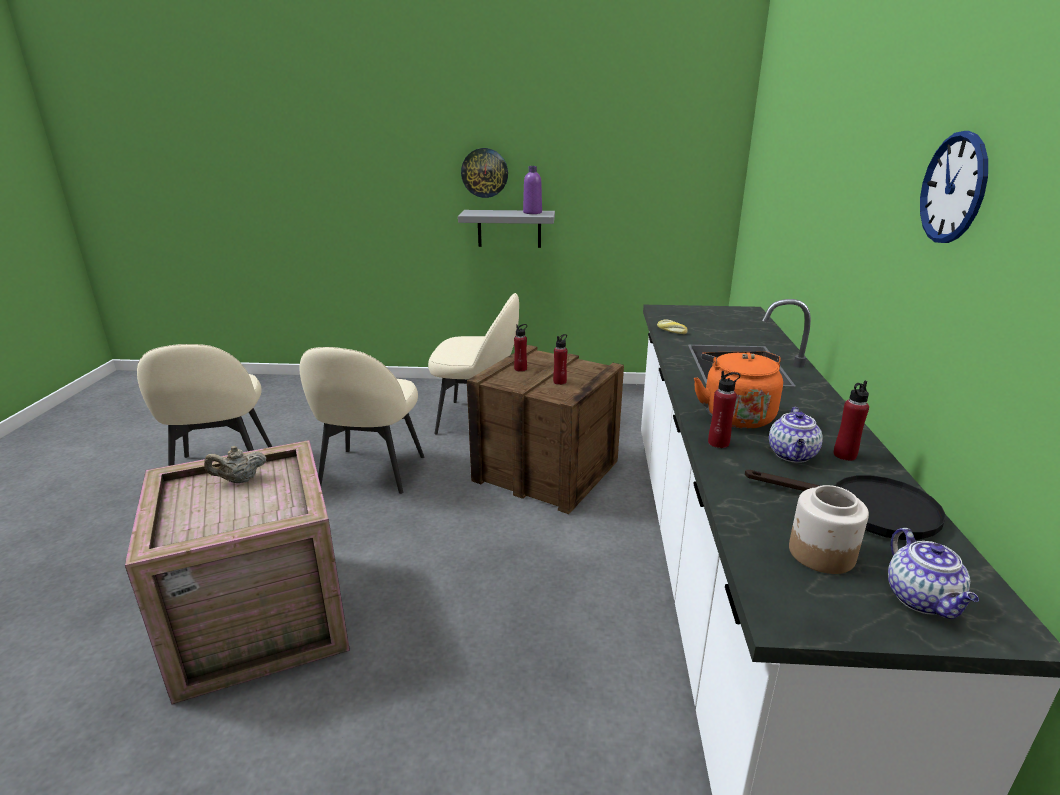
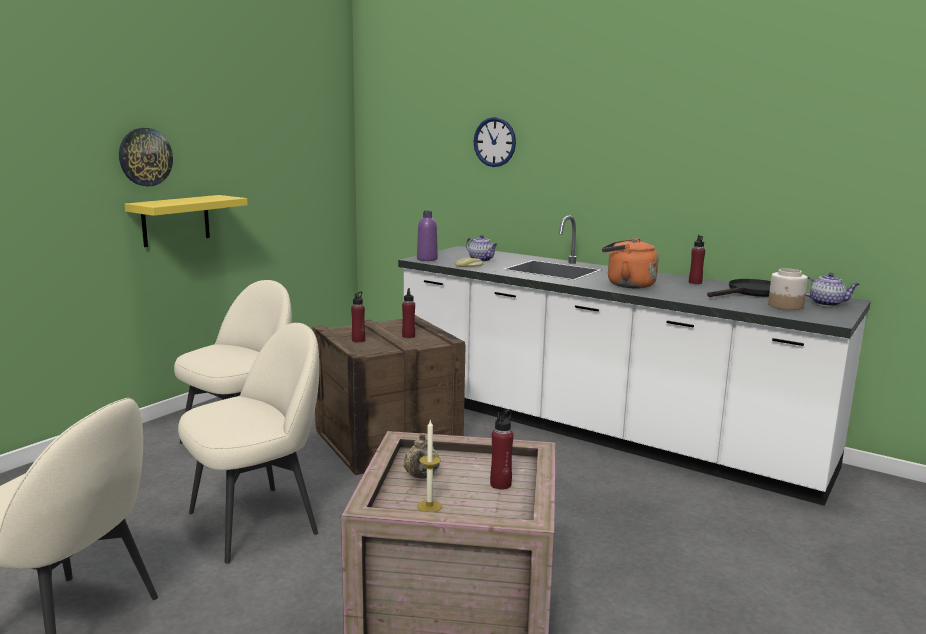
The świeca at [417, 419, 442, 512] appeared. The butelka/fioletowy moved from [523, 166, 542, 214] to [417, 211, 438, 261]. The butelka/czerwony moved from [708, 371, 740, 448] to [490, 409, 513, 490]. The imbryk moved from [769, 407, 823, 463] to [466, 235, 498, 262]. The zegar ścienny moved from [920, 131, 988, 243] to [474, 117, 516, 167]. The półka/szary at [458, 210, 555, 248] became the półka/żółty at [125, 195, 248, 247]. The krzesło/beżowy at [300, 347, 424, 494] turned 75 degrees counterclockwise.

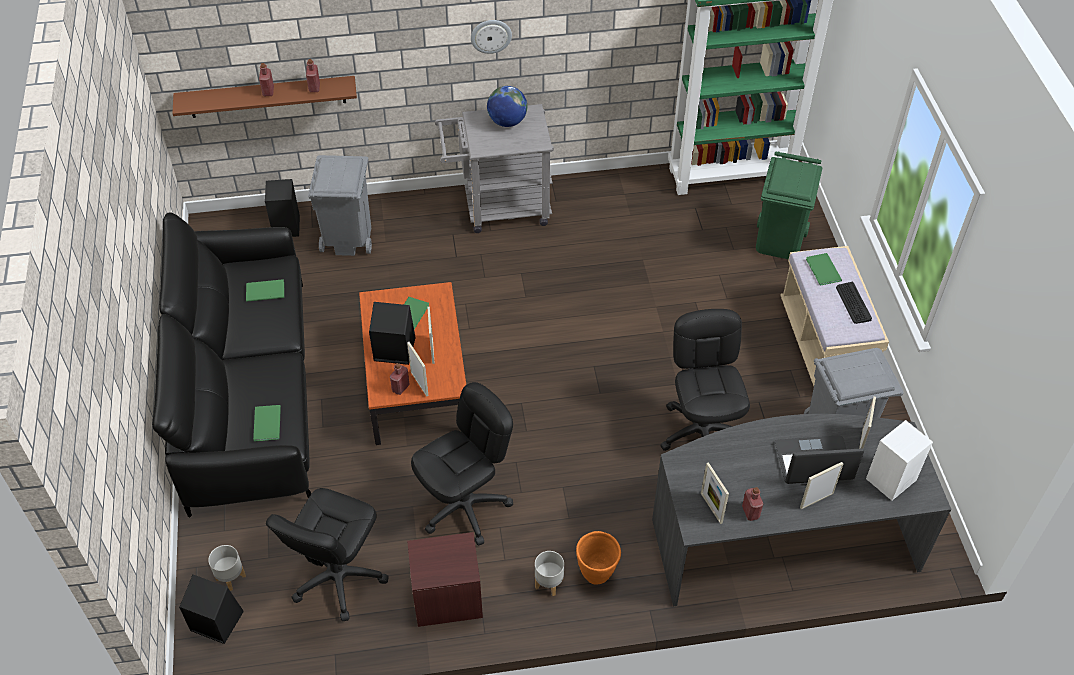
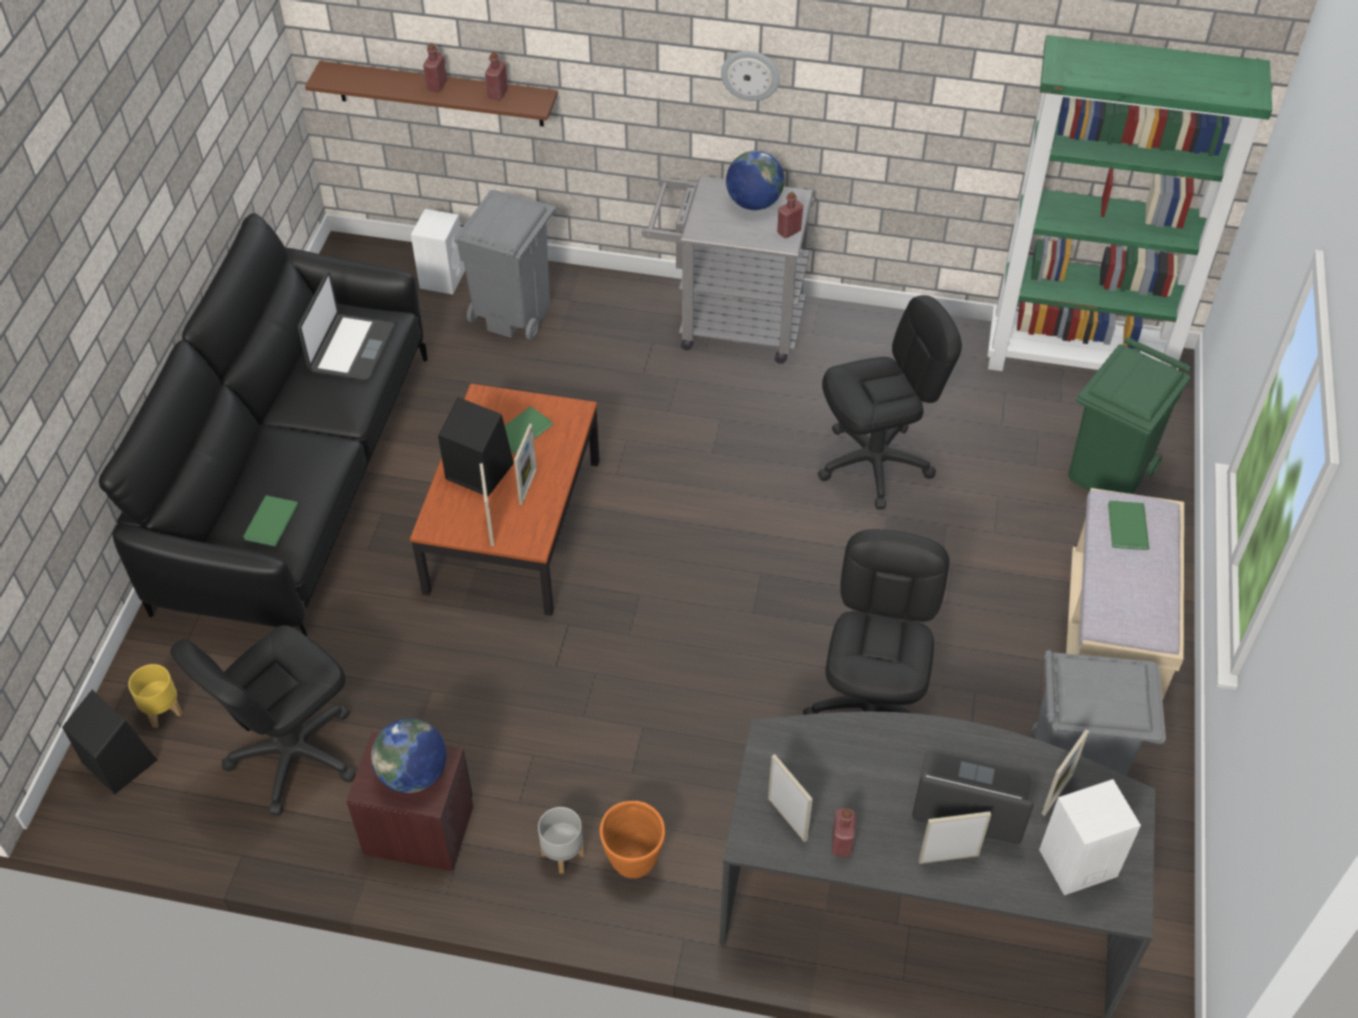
The klawiatura at [836, 282, 872, 324] disappeared. The globus at [371, 718, 446, 793] appeared. The butelka/czerwony moved from [390, 363, 410, 395] to [777, 192, 803, 238]. The krzesło biurowe/czarny moved from [411, 382, 513, 546] to [818, 295, 962, 509]. The książka/zielony at [246, 279, 284, 302] was replaced by the laptop at [298, 272, 394, 381]. The donica/szary at [208, 545, 246, 591] became the donica/żółty at [128, 664, 182, 728]. The głośnik/czarny at [265, 179, 300, 237] became the głośnik/biały at [411, 209, 465, 295]. The ramka na zdjęcie at [701, 462, 729, 524] turned 150 degrees clockwise.

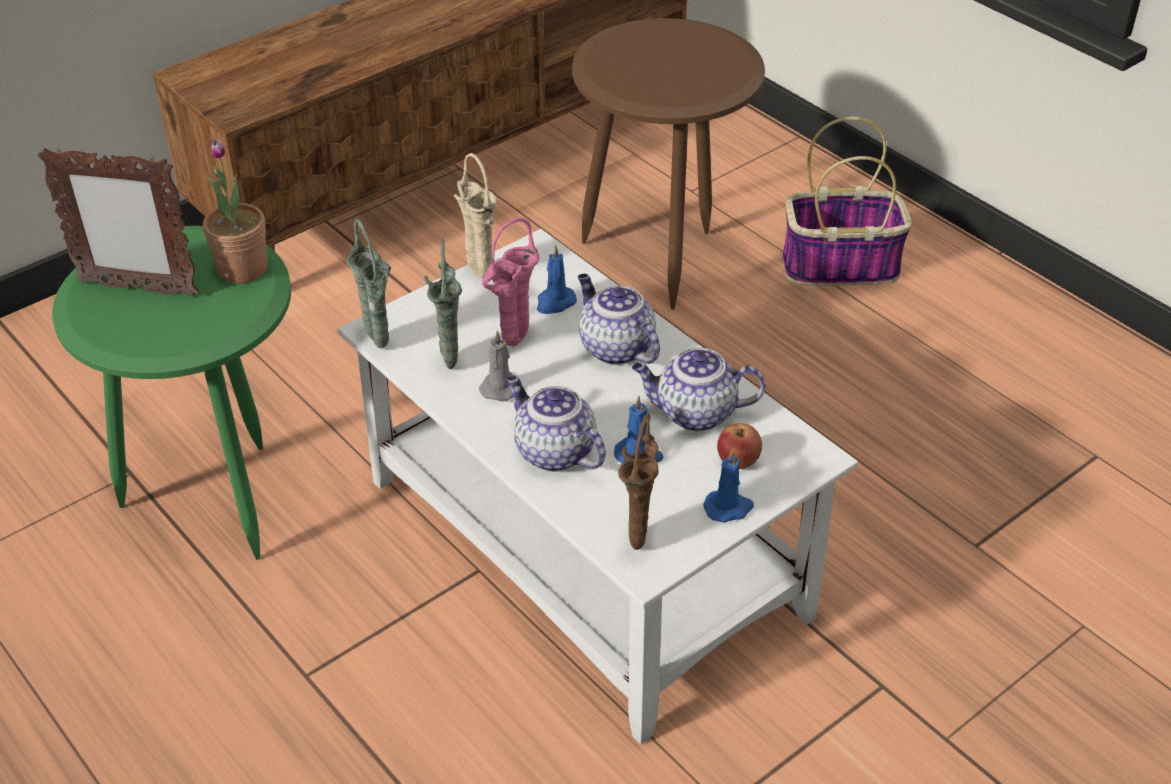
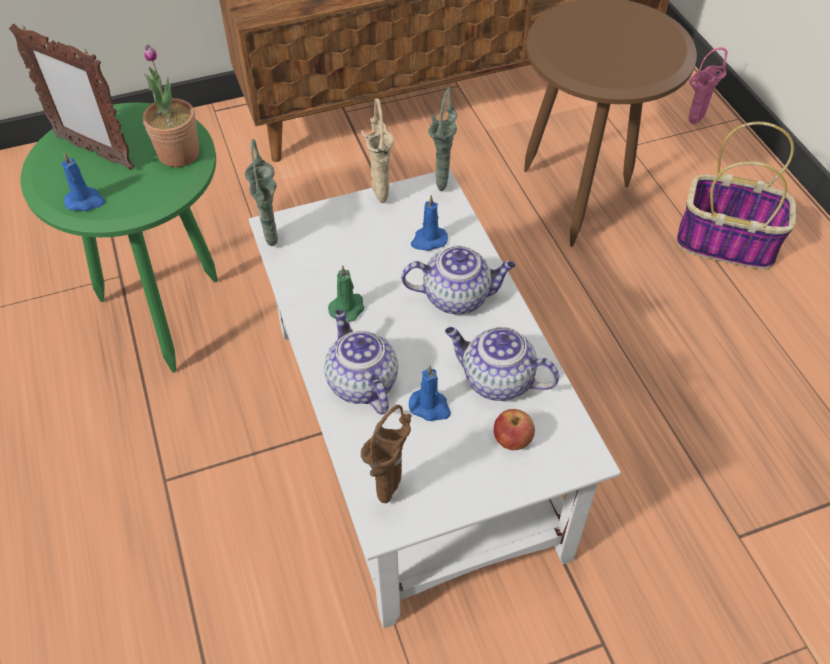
The wazon/zielony moved from [424, 239, 462, 369] to [428, 87, 457, 191]. The wazon/różowy moved from [482, 218, 539, 347] to [689, 47, 728, 124]. The świeca/niebieski moved from [703, 449, 754, 523] to [61, 152, 105, 211]. The świeca/szary at [479, 330, 513, 402] became the świeca/zielony at [328, 266, 365, 322]. The imbryk at [578, 274, 660, 365] turned 105 degrees clockwise.

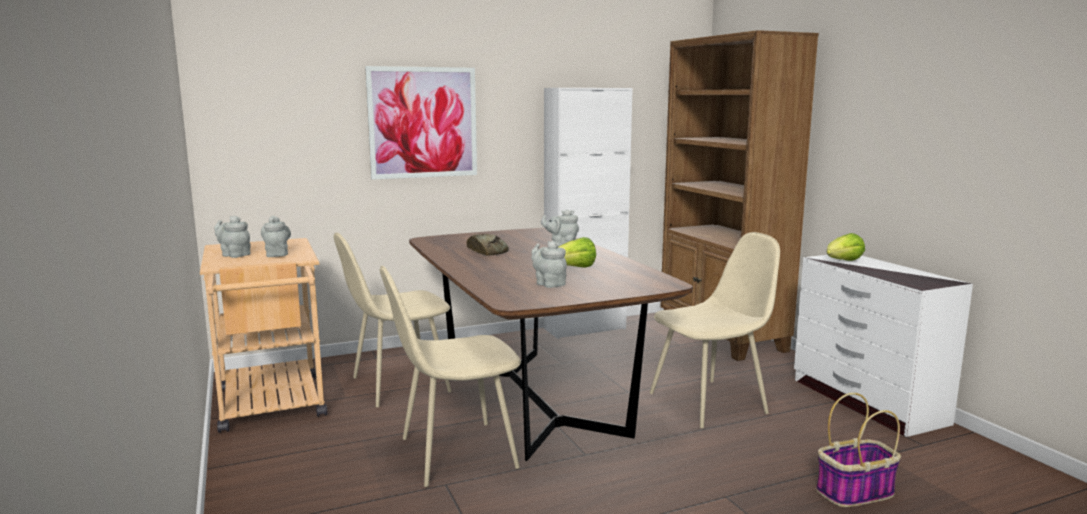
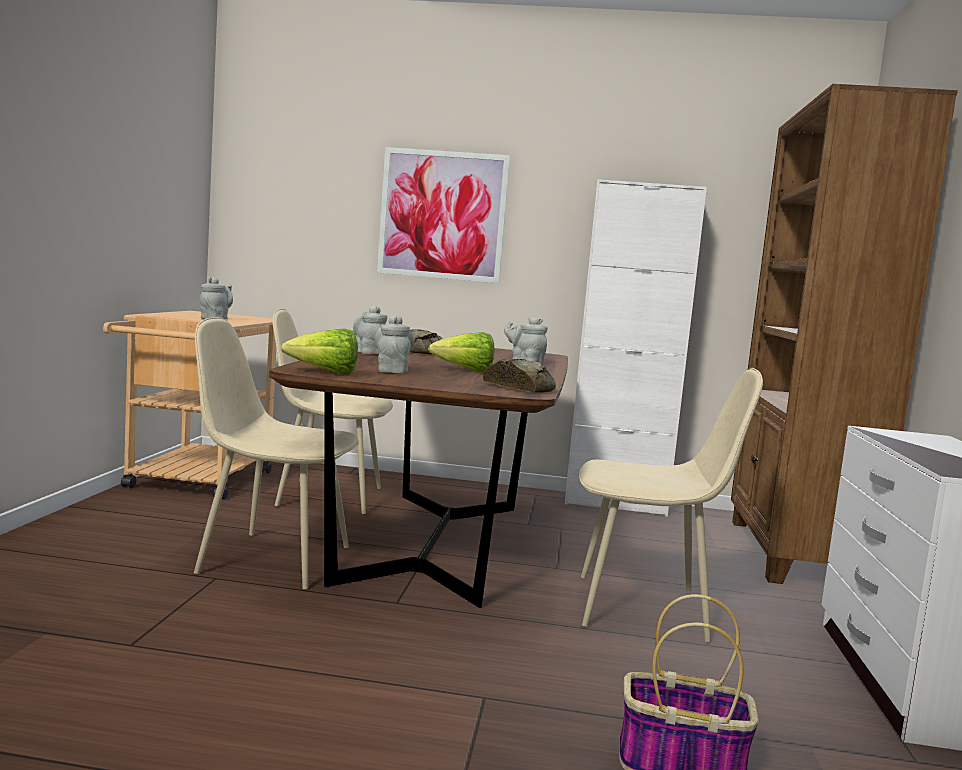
The chleb at [483, 359, 556, 393] appeared. The imbryk/szary moved from [214, 216, 251, 258] to [353, 305, 387, 354]. The sałata moved from [827, 233, 865, 261] to [281, 328, 358, 374].

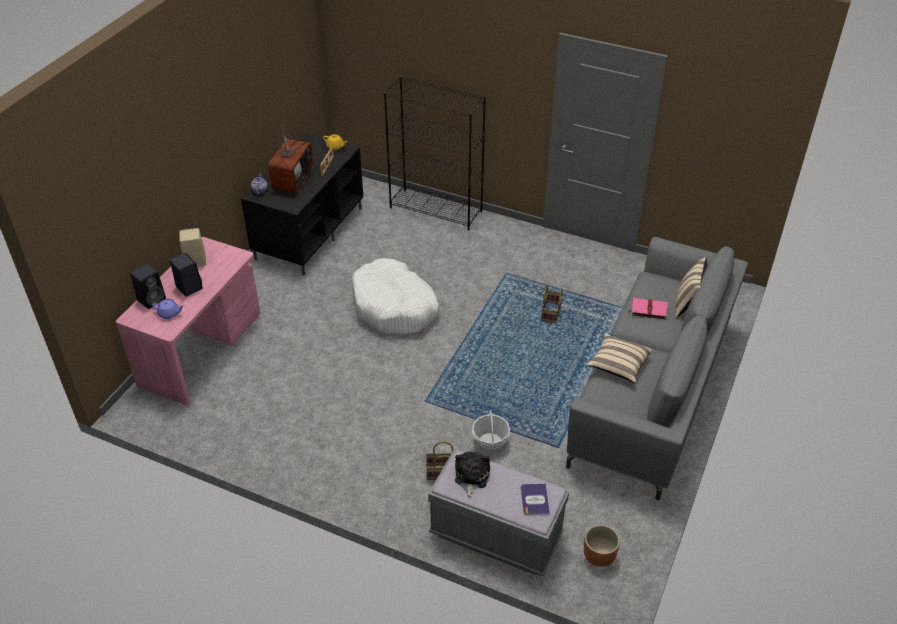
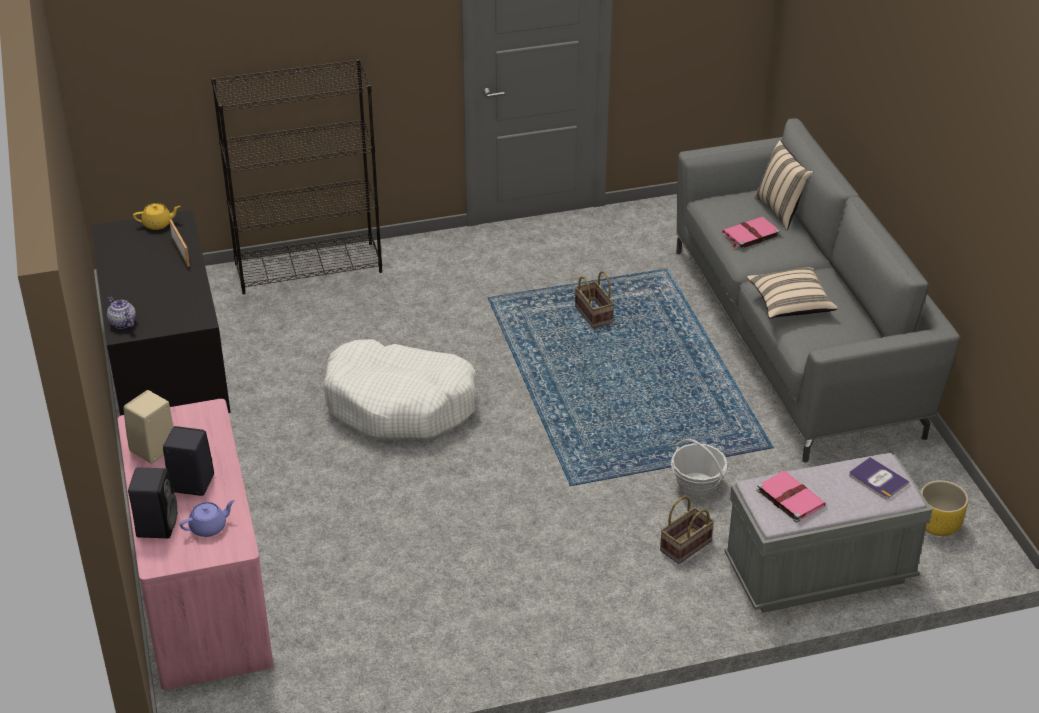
The telewizor at [268, 123, 314, 193] disappeared. The pluszak at [455, 451, 490, 498] was replaced by the książka/różowy at [756, 471, 826, 523]. The donica/brązowy at [584, 525, 620, 567] became the donica/żółty at [921, 480, 968, 536].

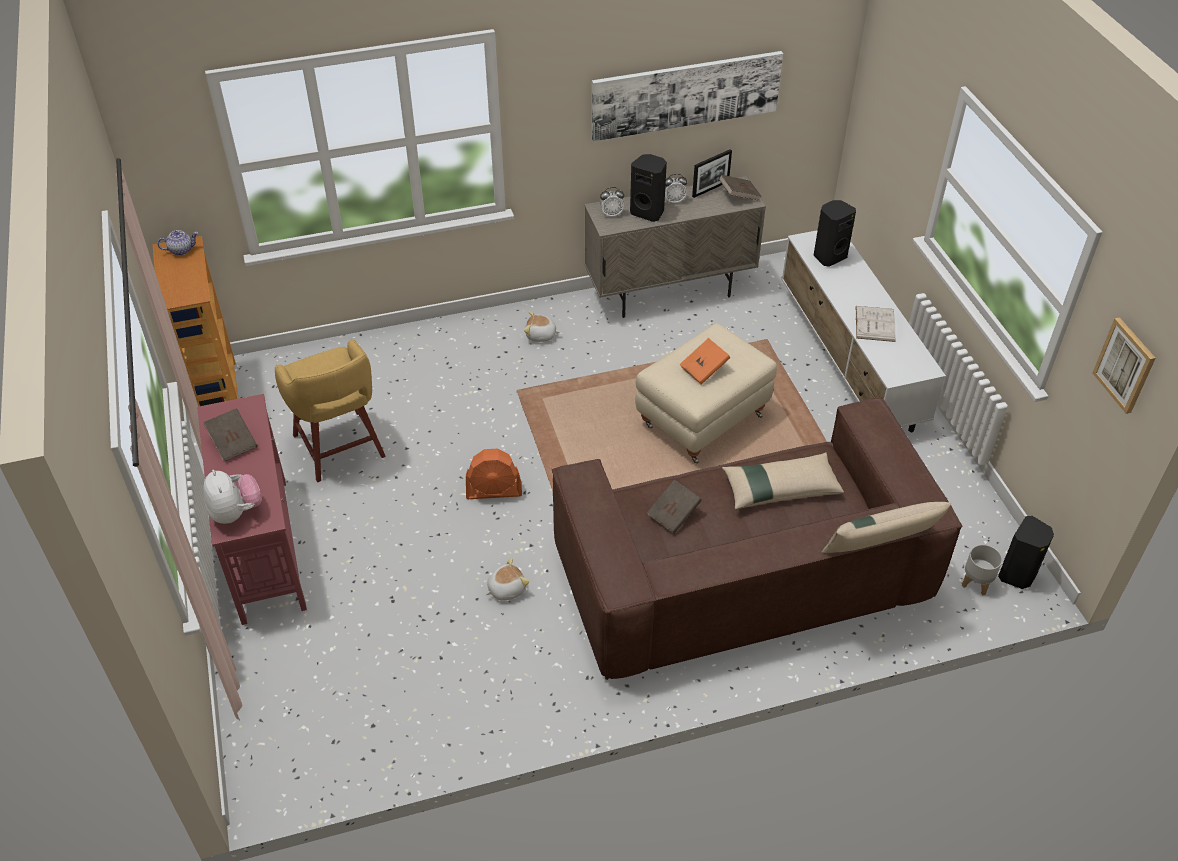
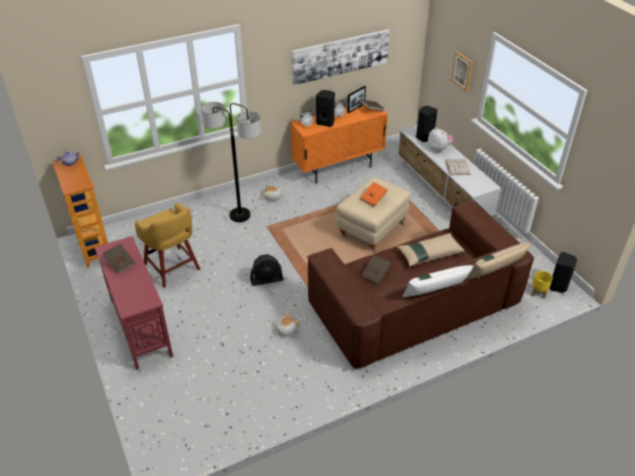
The lampa stojąca at [201, 102, 261, 222] appeared. The poduszka/biały at [402, 265, 473, 297] appeared. The pluszak moved from [203, 470, 262, 524] to [428, 127, 453, 152]. The obraz moved from [1093, 317, 1156, 414] to [451, 51, 473, 91]. The wentylator/pomarańczowy at [466, 449, 522, 499] became the wentylator/czarny at [250, 254, 283, 286]. The szafka/beżowy at [584, 176, 766, 318] became the szafka/pomarańczowy at [290, 105, 388, 184]. The donica/szary at [962, 544, 1002, 595] became the donica/żółty at [532, 271, 553, 299].

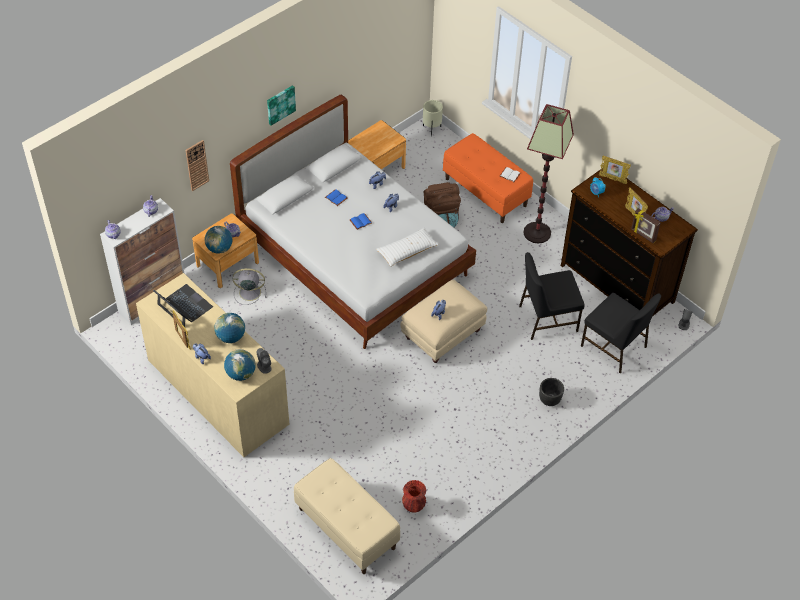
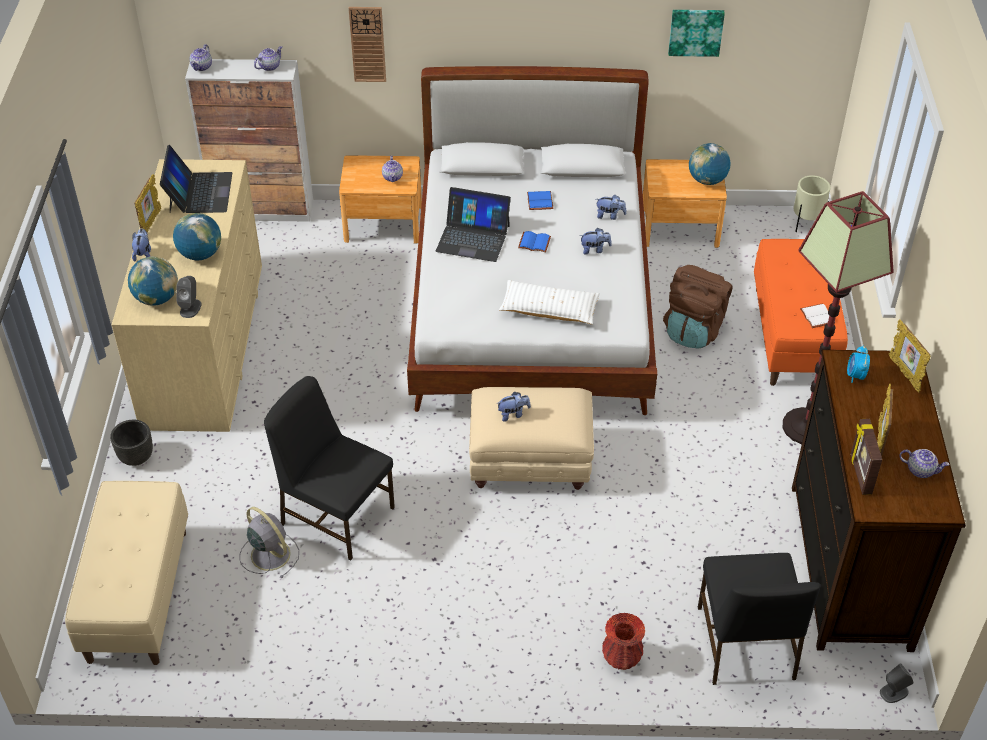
The laptop at [436, 187, 511, 262] appeared. The globus moved from [205, 226, 232, 254] to [689, 143, 731, 185]. The wentylator/szary moved from [233, 268, 266, 305] to [239, 507, 299, 579]. The obraz moved from [267, 85, 296, 126] to [668, 10, 725, 57]. The wazon/czerwony moved from [402, 480, 426, 513] to [602, 613, 645, 670]. The krzesło/czarny moved from [519, 252, 585, 340] to [264, 376, 395, 560]. The donica/czarny moved from [539, 378, 564, 406] to [110, 420, 153, 466].

